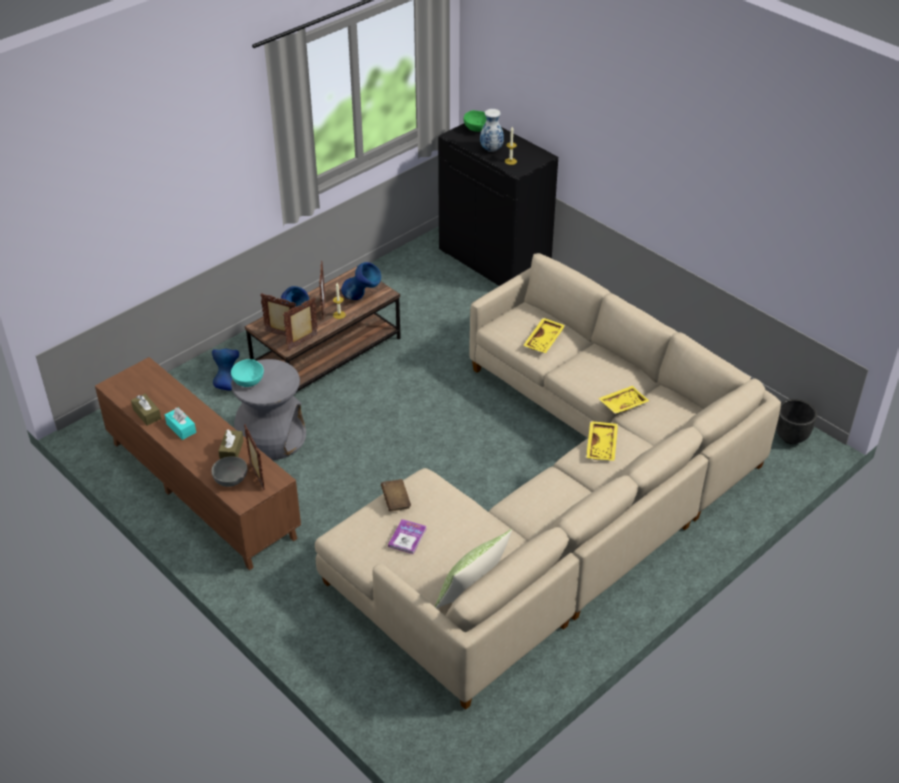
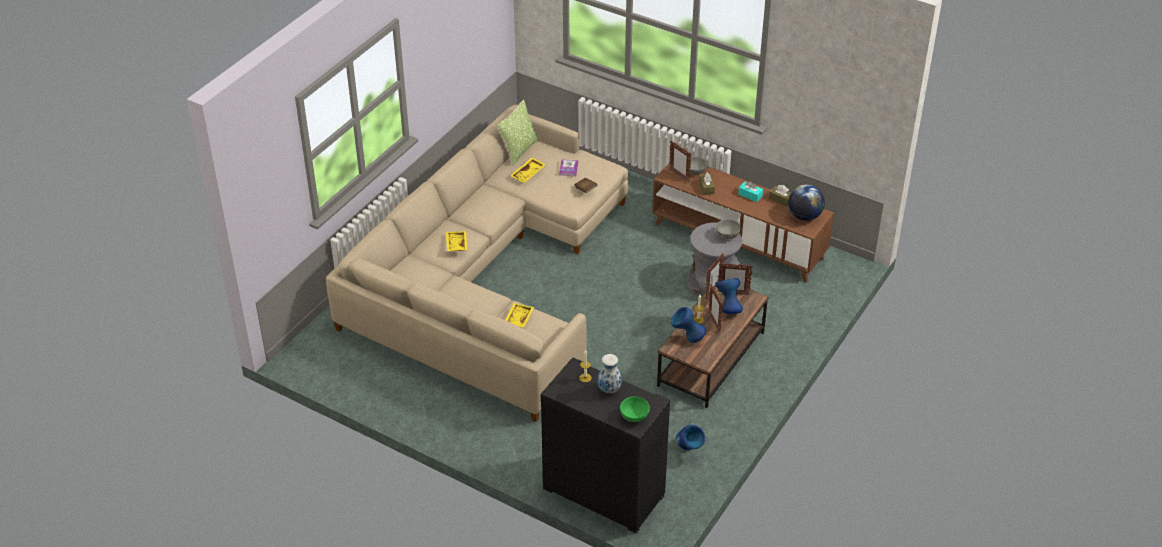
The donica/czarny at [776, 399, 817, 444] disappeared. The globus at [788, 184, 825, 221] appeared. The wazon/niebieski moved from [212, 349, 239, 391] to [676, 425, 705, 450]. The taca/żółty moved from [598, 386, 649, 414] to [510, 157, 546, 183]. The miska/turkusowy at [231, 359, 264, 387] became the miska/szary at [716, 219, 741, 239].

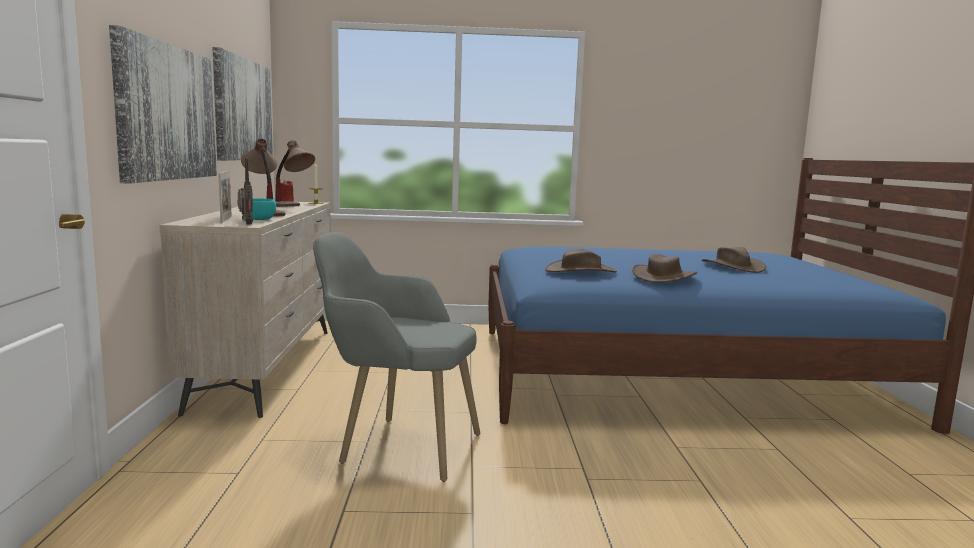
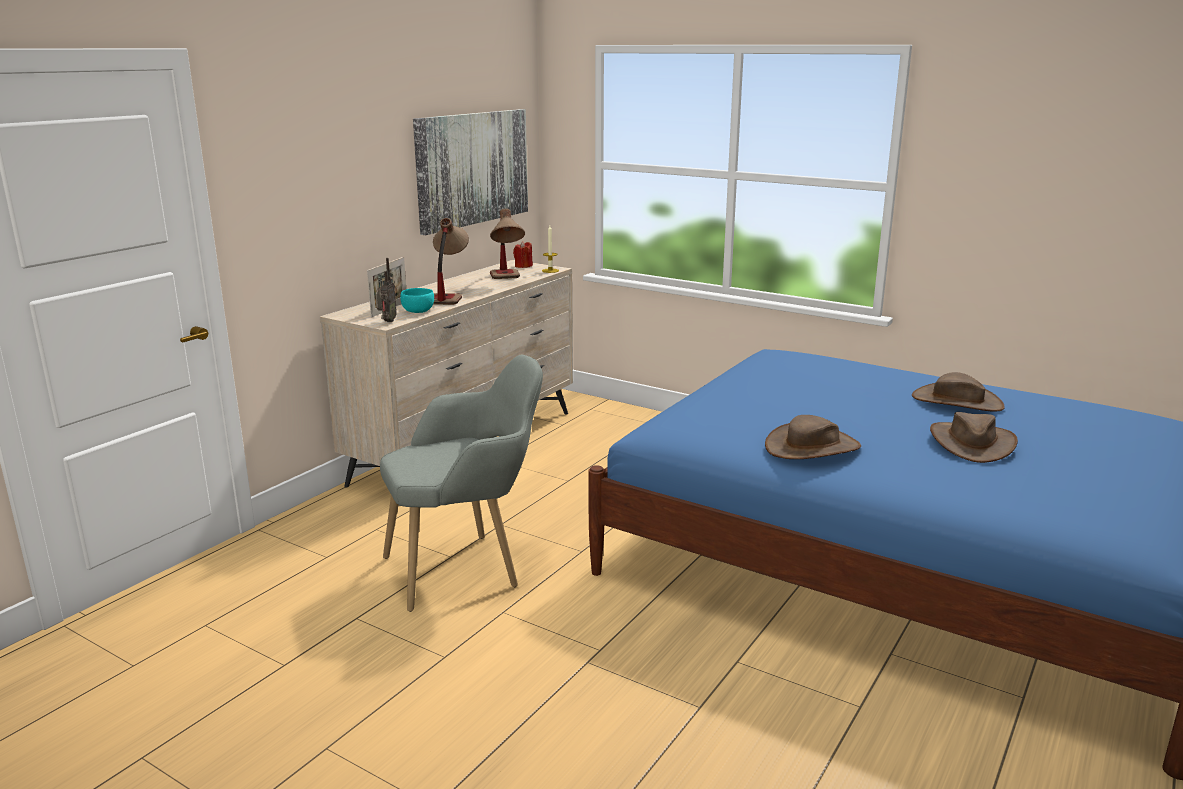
The obraz at [109, 25, 217, 184] disappeared. The kapelusz/brązowy moved from [545, 249, 617, 272] to [912, 372, 1005, 412]. The fotel/szary at [313, 232, 480, 482] turned 105 degrees clockwise.

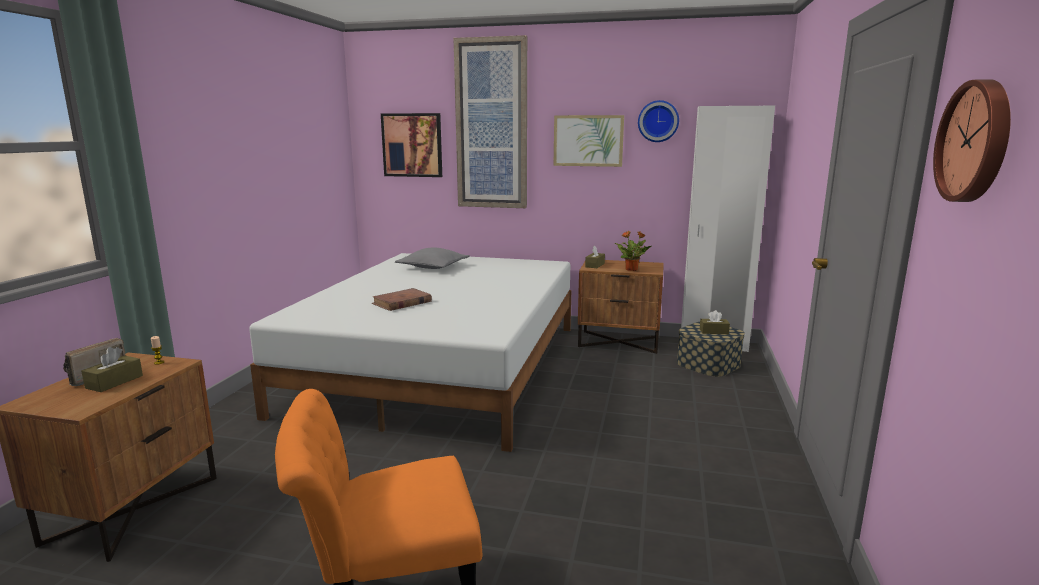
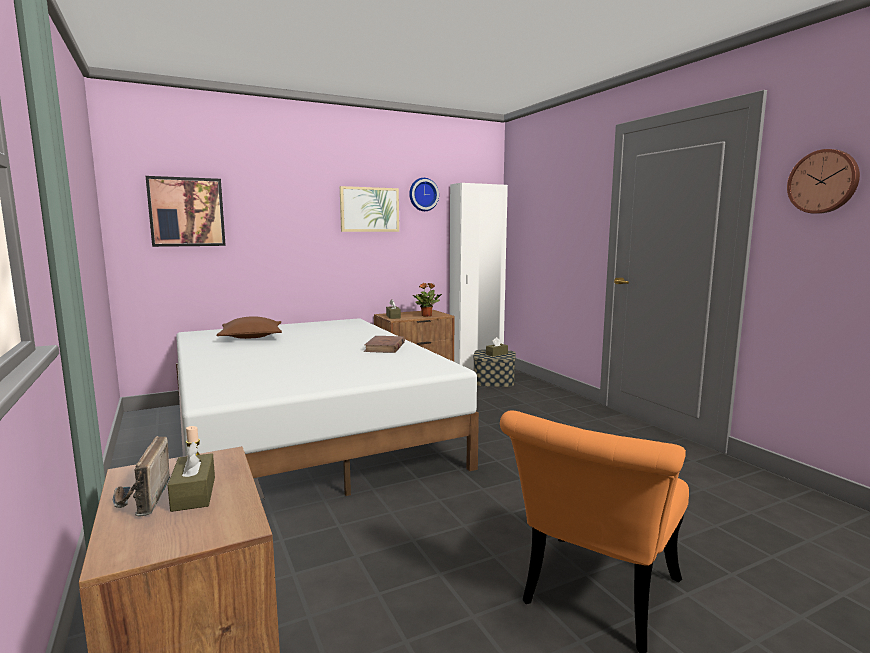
The obraz at [454, 35, 527, 208] disappeared. The książka/brązowy moved from [372, 288, 432, 311] to [364, 336, 405, 353]. The poduszka/szary at [395, 248, 470, 269] became the poduszka/brązowy at [216, 316, 282, 339].

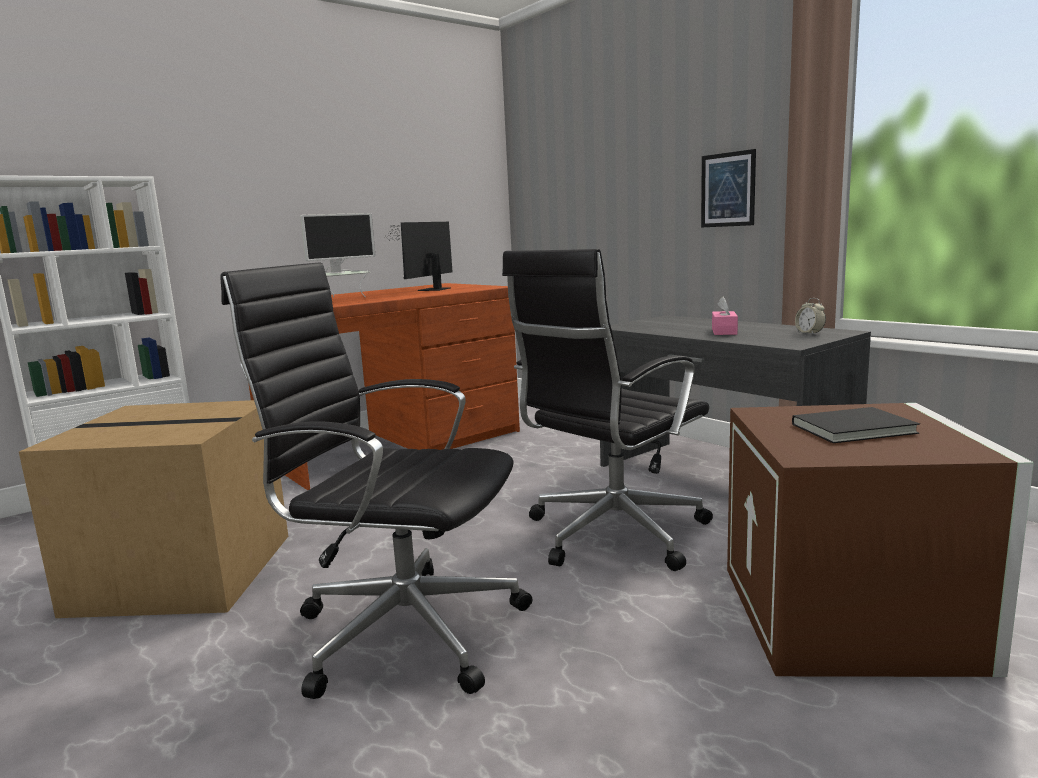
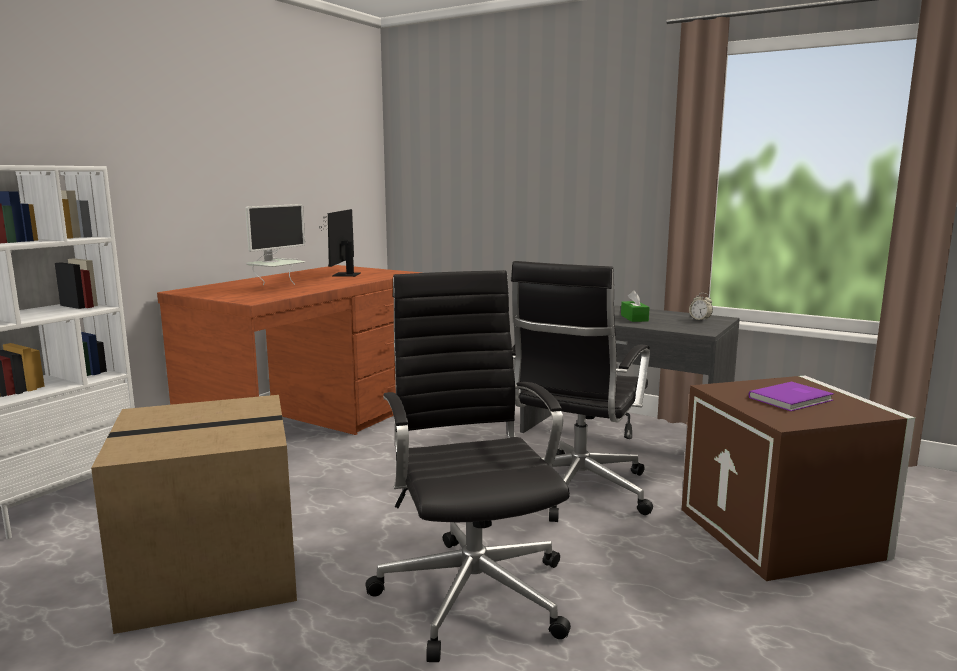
The obraz at [701, 149, 756, 227] disappeared. The pudełko chusteczek/różowy at [712, 297, 738, 335] became the pudełko chusteczek/zielony at [621, 290, 650, 322]. The książka/czarny at [792, 407, 920, 443] became the książka/fioletowy at [749, 382, 834, 411]. The krzesło biurowe/czarny at [220, 262, 532, 699] turned 75 degrees clockwise.

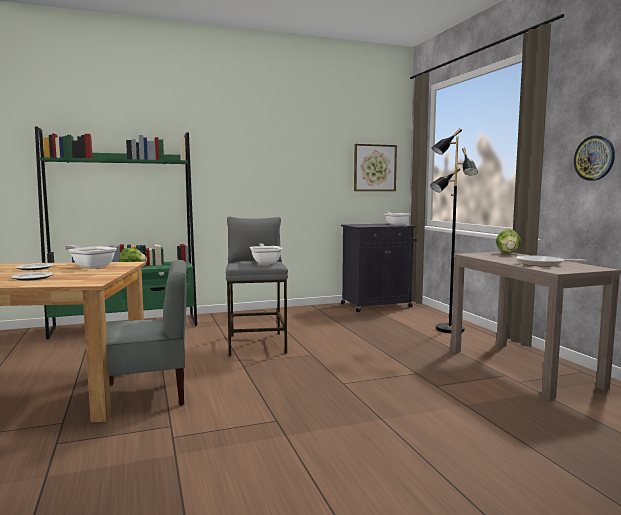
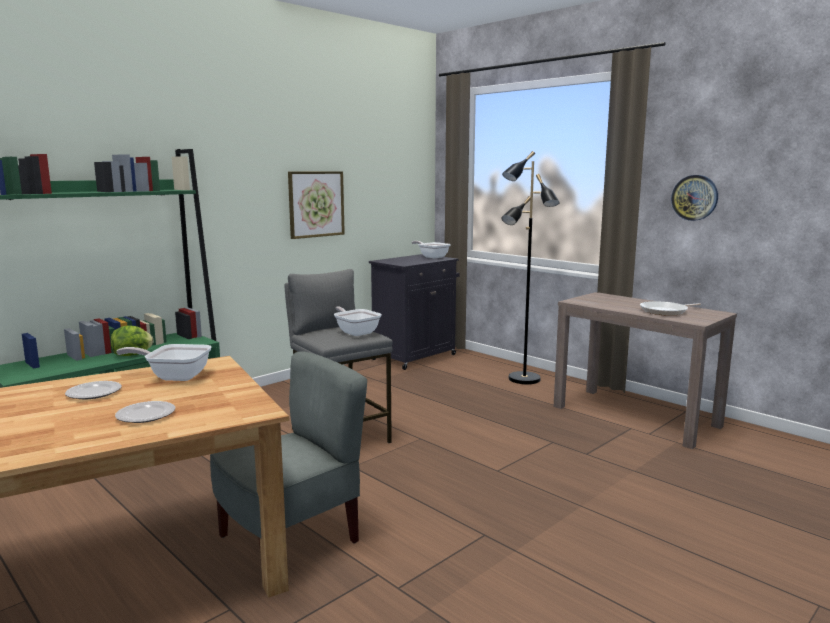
The sałata at [496, 229, 521, 254] disappeared. The obraz moved from [354, 144, 397, 191] to [288, 171, 345, 239].

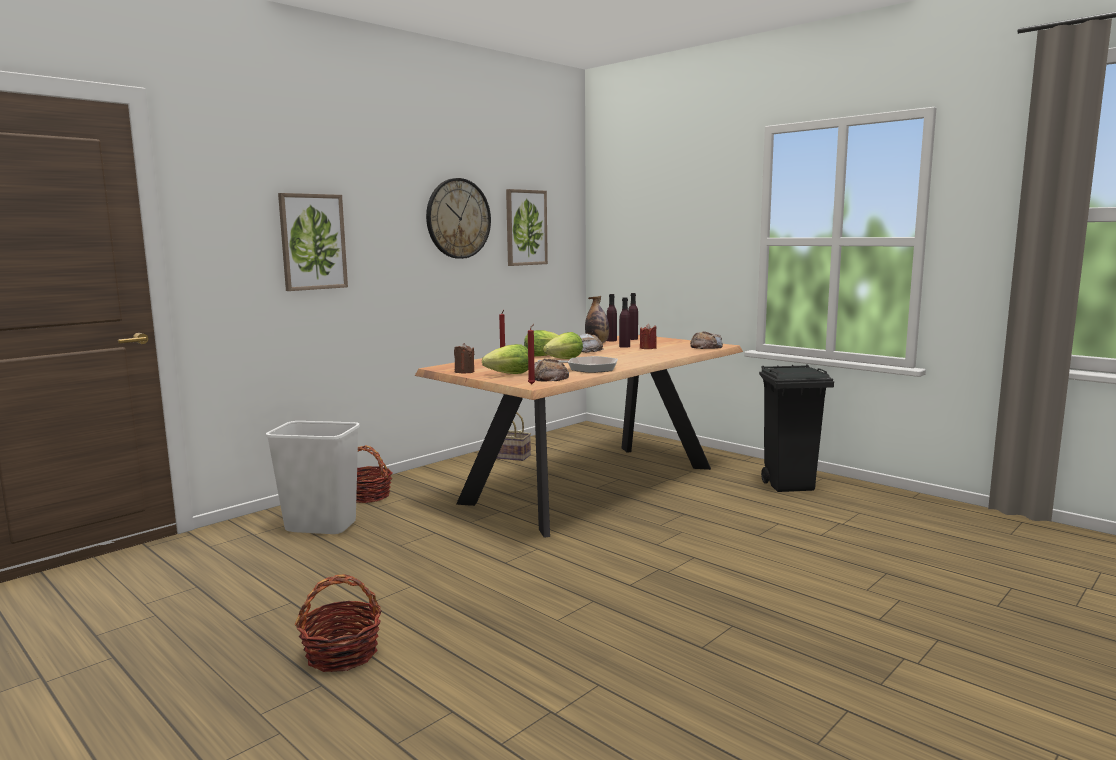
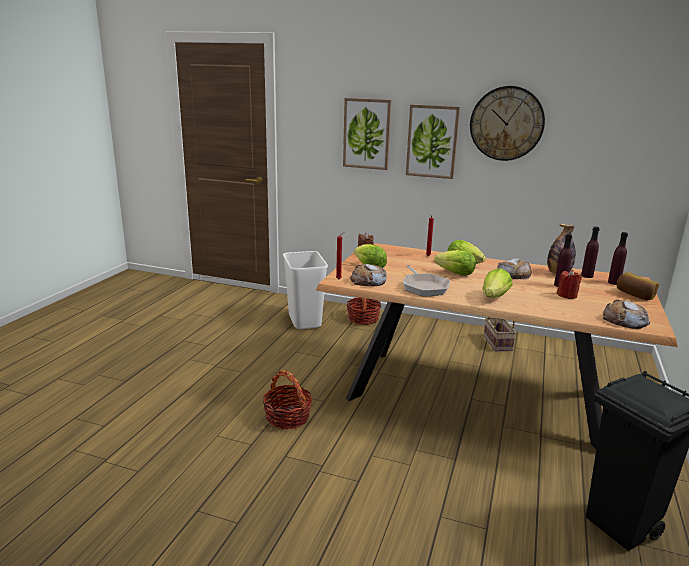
The sałata at [483, 268, 512, 298] appeared. The chleb at [617, 272, 659, 300] appeared. The koszyk moved from [295, 574, 382, 672] to [263, 370, 312, 429]. The obraz moved from [506, 189, 548, 266] to [406, 104, 460, 179].

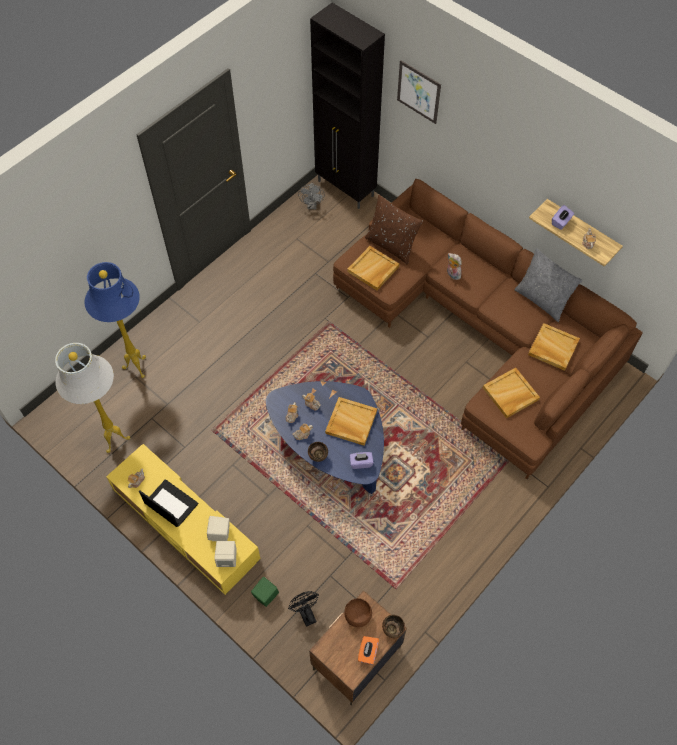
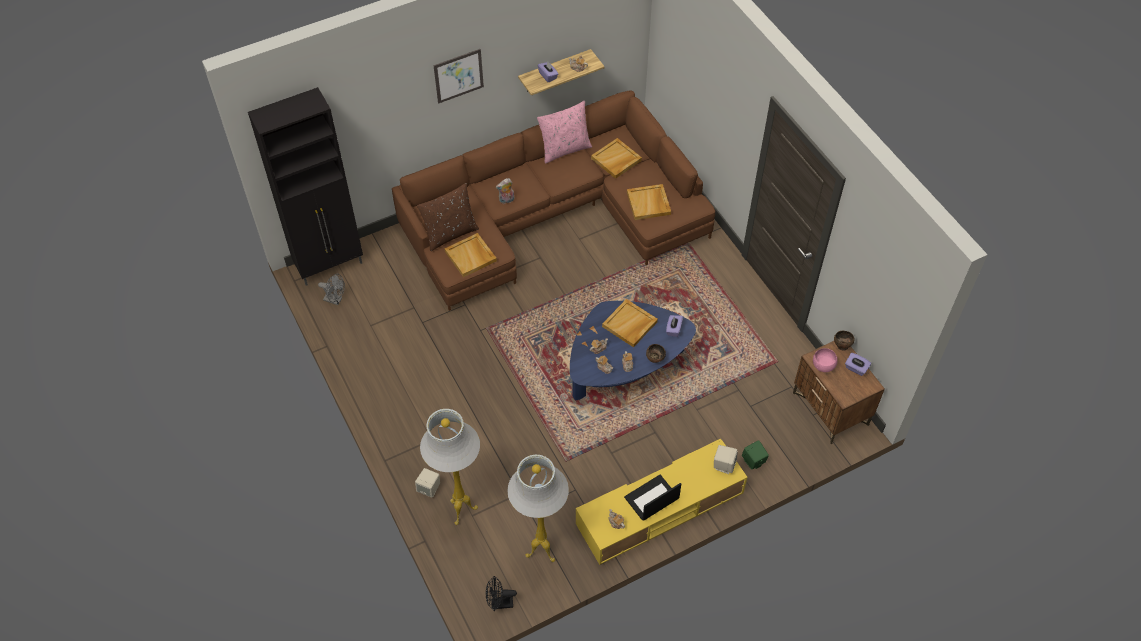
The głośnik/beżowy moved from [207, 516, 230, 541] to [415, 468, 440, 498]. The wentylator/czarny moved from [288, 591, 319, 627] to [486, 576, 517, 611]. The obraz moved from [397, 60, 441, 124] to [433, 49, 484, 103]. The lampa stojąca/niebieski at [85, 262, 146, 378] became the lampa stojąca/biały at [420, 409, 480, 525]. The miska/brązowy at [344, 598, 372, 627] became the miska/różowy at [813, 348, 838, 372]. The pudełko chusteczek/pomarańczowy at [358, 636, 379, 665] became the pudełko chusteczek/fioletowy at [845, 353, 871, 376]. The poduszka/szary at [514, 248, 583, 322] became the poduszka/różowy at [537, 101, 592, 164].

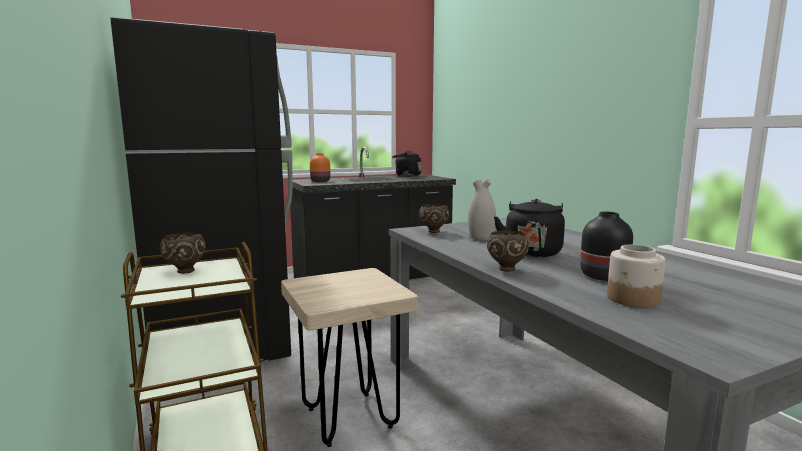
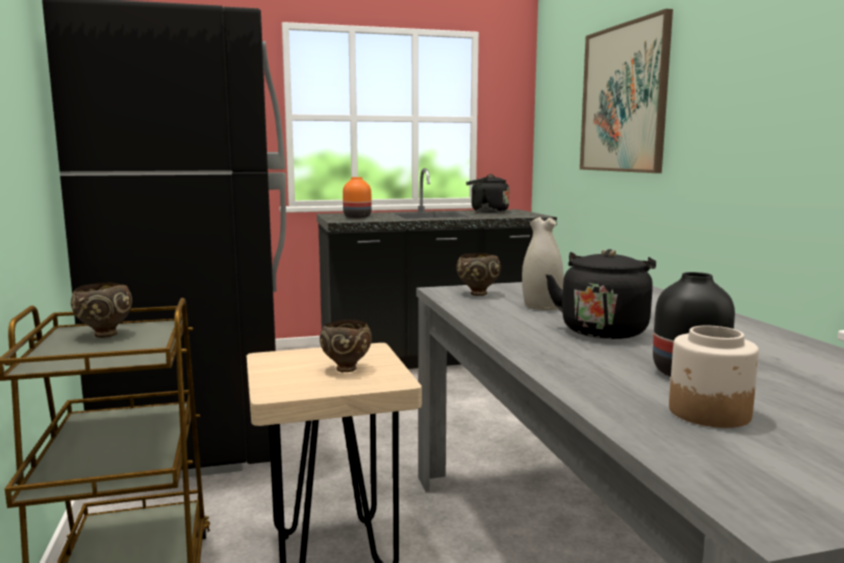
The obraz at [580, 9, 673, 173] appeared. The miska/brązowy moved from [487, 230, 529, 272] to [320, 319, 372, 372].

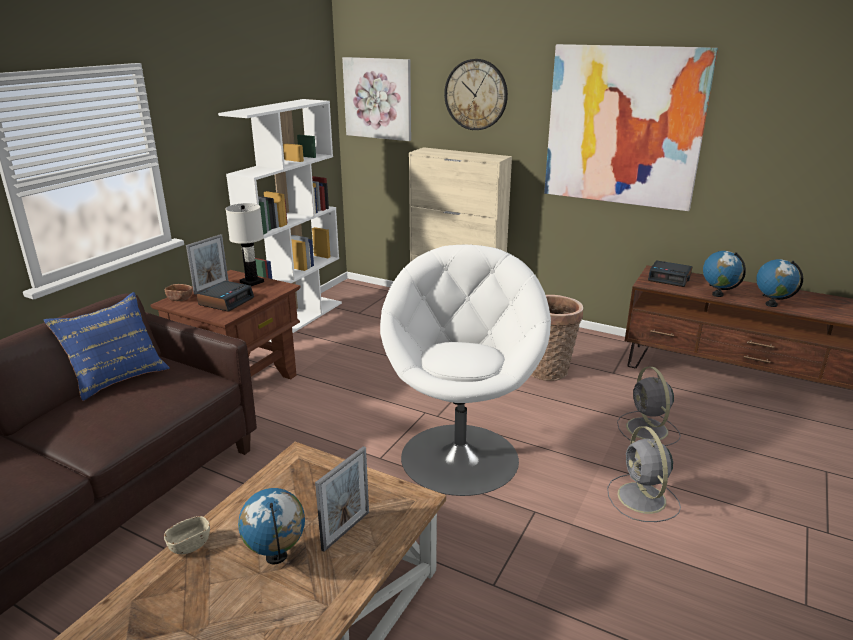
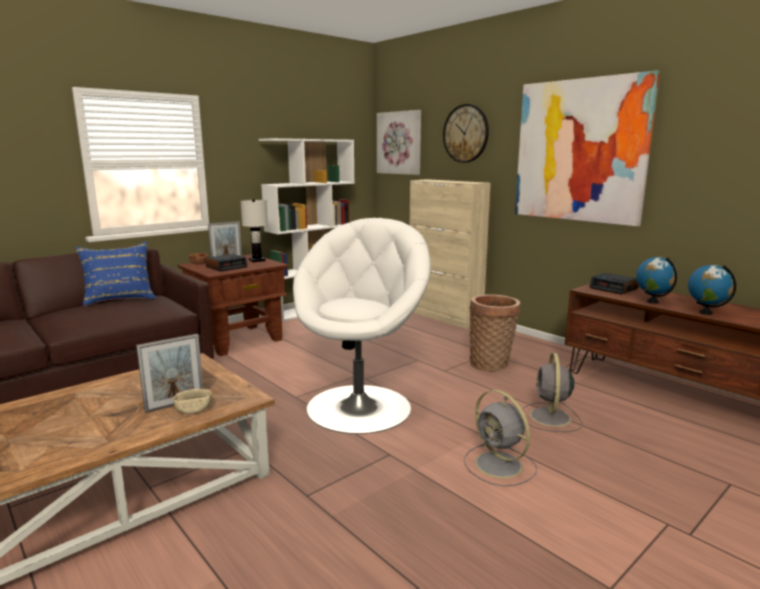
The globus at [238, 488, 305, 564] disappeared. The miska/beżowy moved from [164, 516, 210, 554] to [173, 389, 212, 414]. The wentylator/szary at [607, 426, 681, 522] turned 45 degrees counterclockwise.

